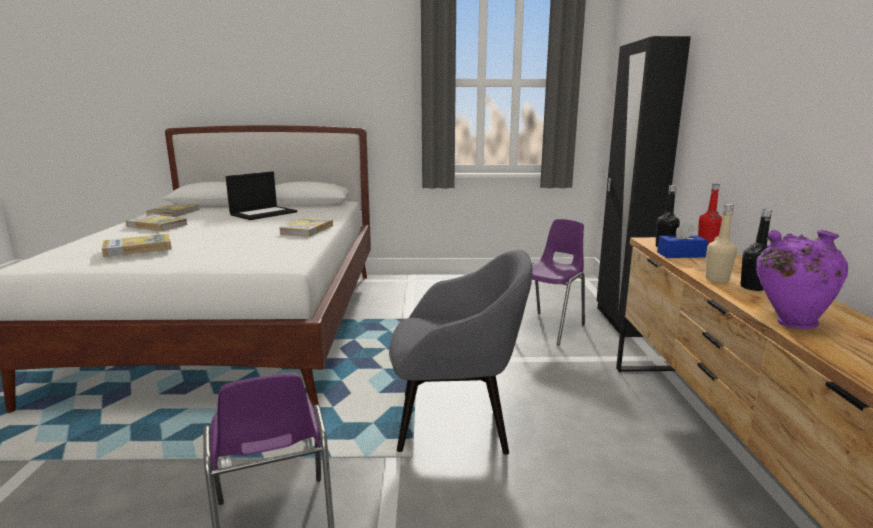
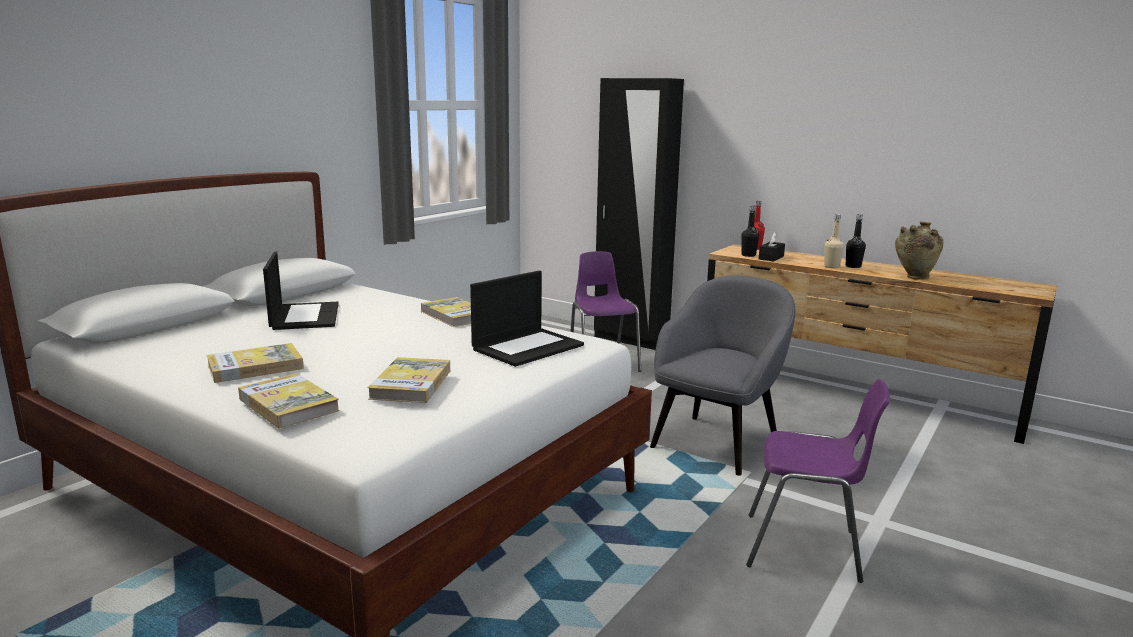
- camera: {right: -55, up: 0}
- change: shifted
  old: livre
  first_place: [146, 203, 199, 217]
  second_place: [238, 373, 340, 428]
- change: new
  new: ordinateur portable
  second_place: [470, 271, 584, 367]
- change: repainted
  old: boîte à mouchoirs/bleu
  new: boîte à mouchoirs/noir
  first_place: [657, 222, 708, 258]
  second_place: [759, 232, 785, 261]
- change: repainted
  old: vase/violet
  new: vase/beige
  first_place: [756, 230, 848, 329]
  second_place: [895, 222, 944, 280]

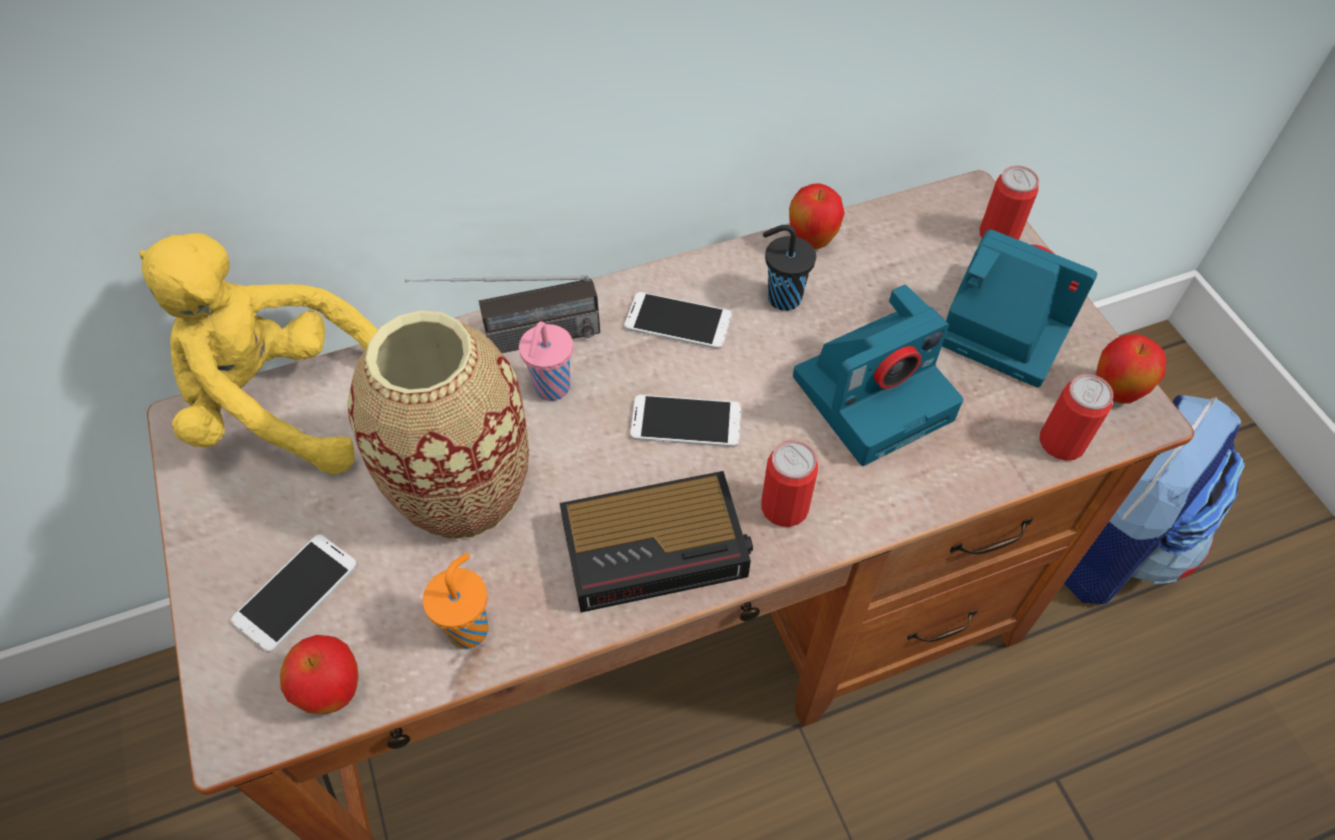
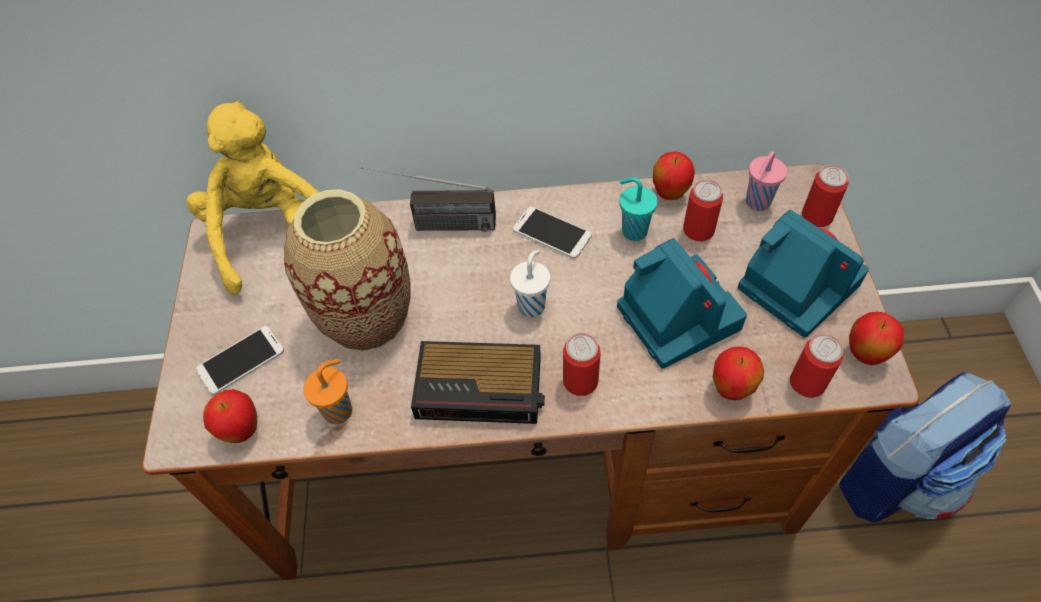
- camera: {right: 20, up: 0}
- change: rotated
  old: peluche/jaune
  first_place: [139, 233, 378, 475]
  second_place: [187, 101, 319, 295]
  degrees: 45
- change: swapped
  old: téléphone
  new: tasse/blanc
  first_place: [630, 395, 741, 447]
  second_place: [510, 250, 550, 317]
- change: rotated
  old: appareil photo
  first_place: [793, 285, 963, 466]
  second_place: [617, 238, 747, 369]
  degrees: -105
- change: repainted
  old: tasse/noir
  new: tasse/turquoise
  first_place: [763, 225, 816, 311]
  second_place: [619, 177, 658, 241]
- change: new
  new: boîte métallique
  second_place: [683, 179, 723, 241]
- change: new
  new: pomme
  second_place: [713, 347, 764, 400]
- change: shifted
  old: tasse/rose
  first_place: [519, 321, 573, 401]
  second_place: [746, 151, 787, 211]

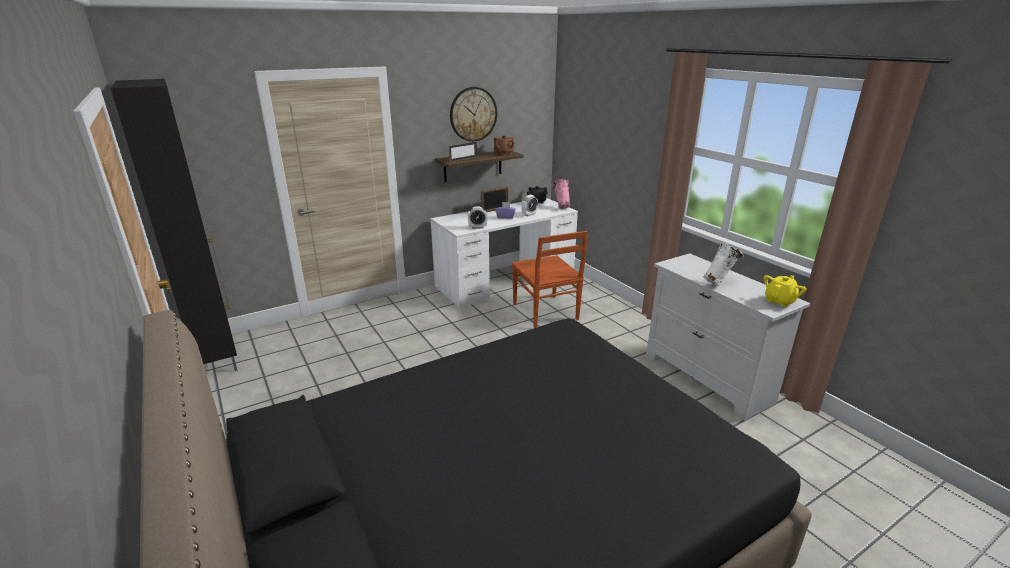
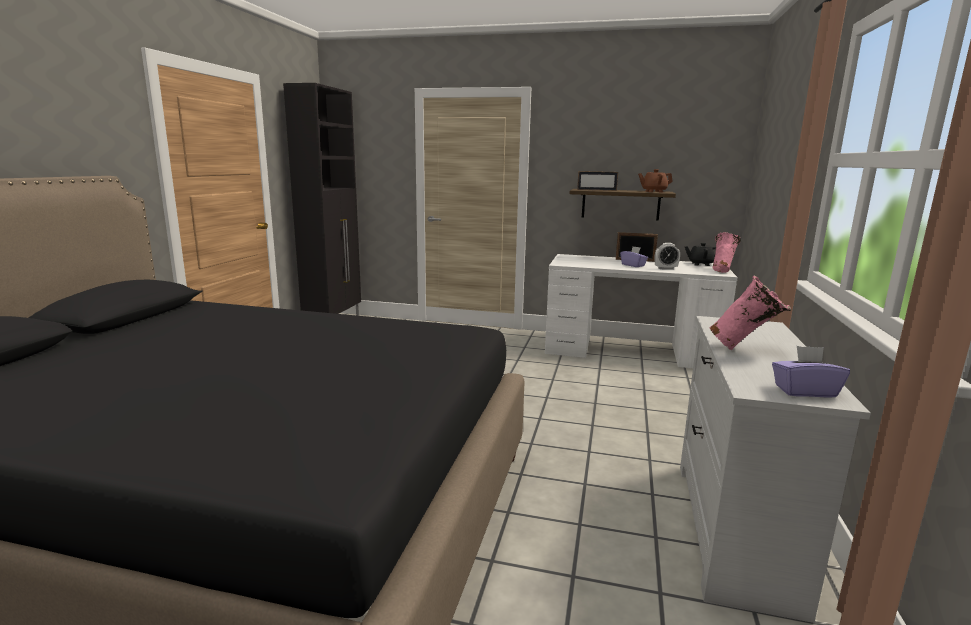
- camera: {right: 45, up: -10}
- change: repainted
  old: vase/blanc
  new: vase/rose
  first_place: [703, 242, 744, 286]
  second_place: [709, 275, 791, 350]
- change: swapped
  old: théière/jaune
  new: boîte à mouchoirs/violet
  first_place: [764, 275, 807, 307]
  second_place: [772, 346, 850, 398]
- change: gone
  old: horloge murale
  first_place: [450, 87, 497, 142]
- change: gone
  old: réveil
  first_place: [468, 206, 487, 229]
- change: gone
  old: chaise/marron
  first_place: [512, 231, 588, 328]

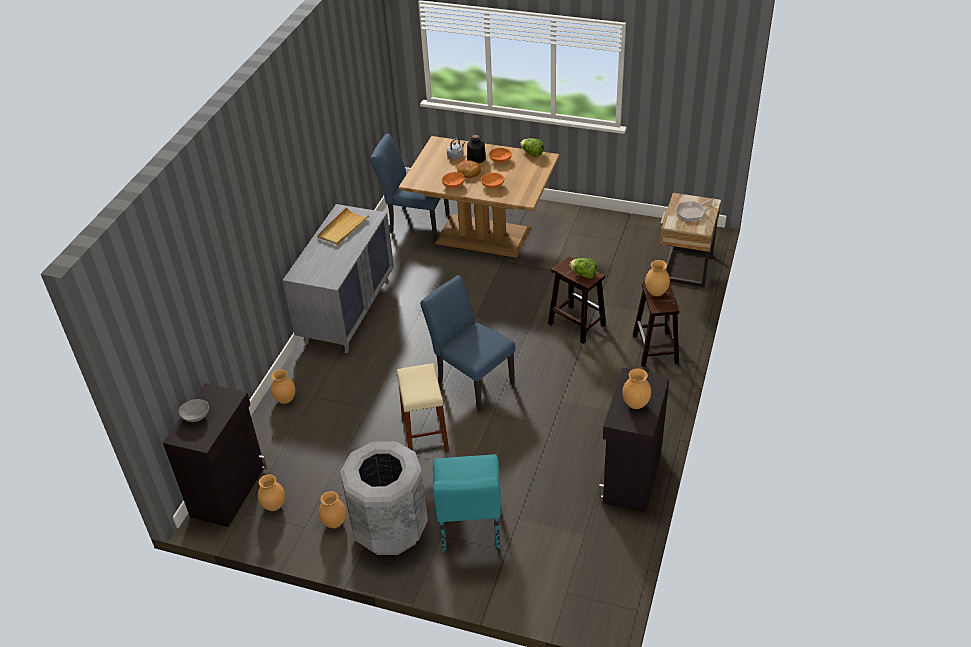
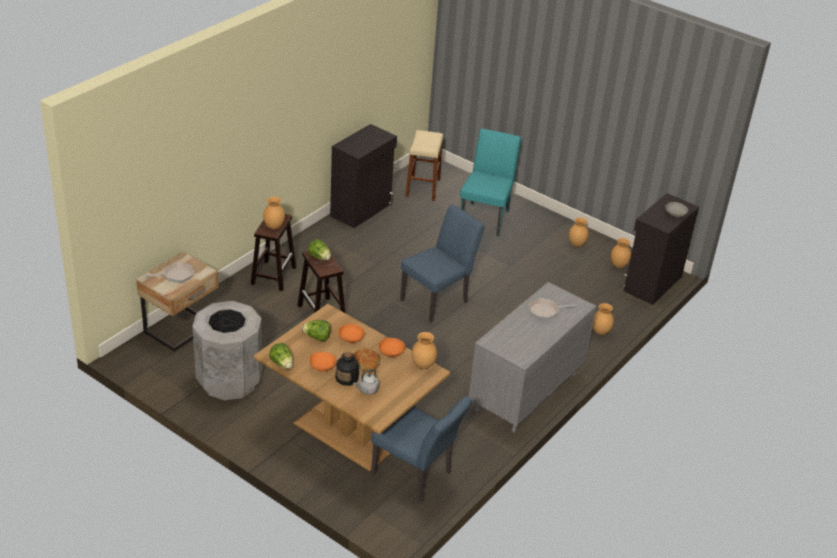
- camera: {right: -165, up: -5}
- change: shifted
  old: poubelle/gris
  first_place: [340, 441, 428, 555]
  second_place: [192, 301, 262, 400]
- change: new
  new: laitue
  second_place: [302, 320, 331, 341]
- change: rotated
  old: chaise/bleu
  first_place: [420, 275, 516, 412]
  second_place: [400, 204, 485, 323]
  degrees: -105
- change: shifted
  old: tabouret/beige
  first_place: [397, 363, 449, 453]
  second_place: [405, 130, 443, 201]
- change: shifted
  old: vase/marron
  first_place: [622, 368, 651, 409]
  second_place: [412, 332, 437, 369]
- change: new
  new: poêle
  second_place: [528, 298, 576, 320]
- change: gone
  old: plateau/beige
  first_place: [317, 207, 369, 245]

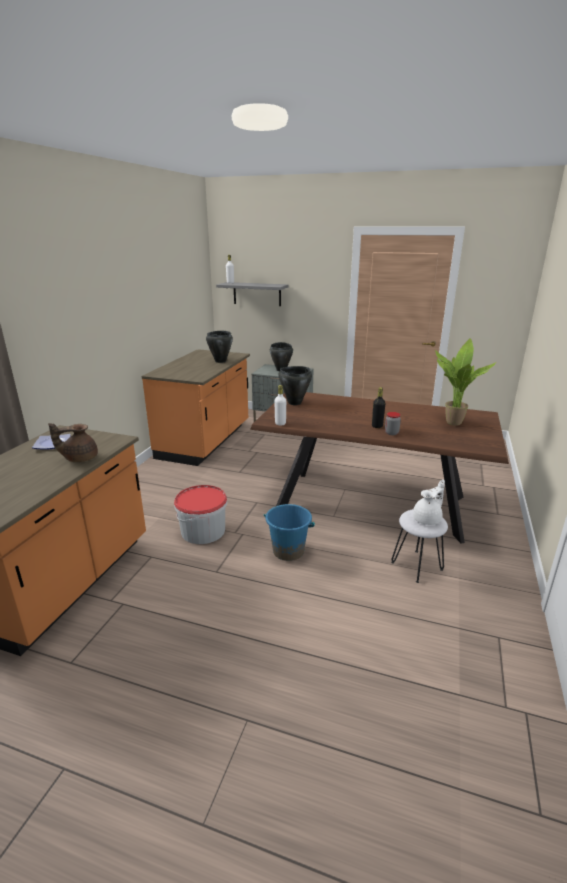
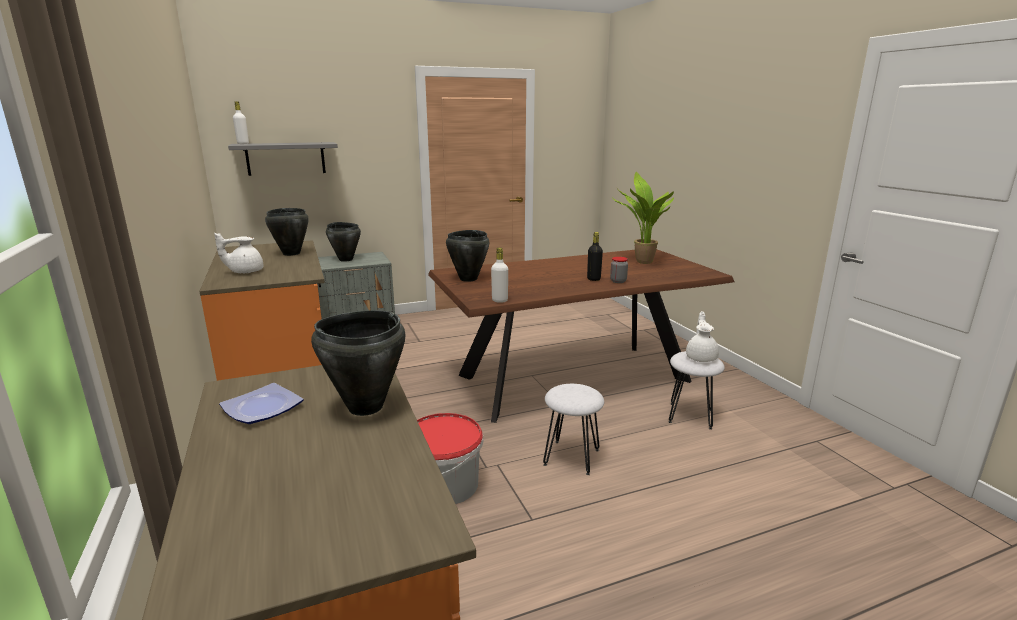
- camera: {right: -40, up: -5}
- change: new
  new: théière/blanc
  second_place: [214, 233, 263, 273]
- change: swapped
  old: théière/marron
  new: marmite/noir
  first_place: [48, 423, 98, 462]
  second_place: [311, 310, 405, 416]
- change: swapped
  old: seau/bleu
  new: tabouret/blanc
  first_place: [264, 504, 315, 561]
  second_place: [543, 384, 604, 475]

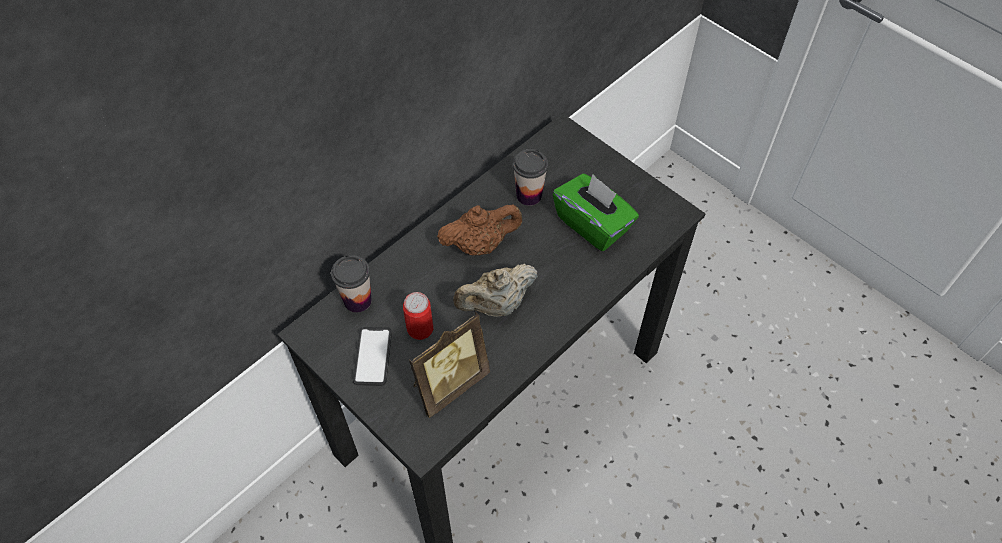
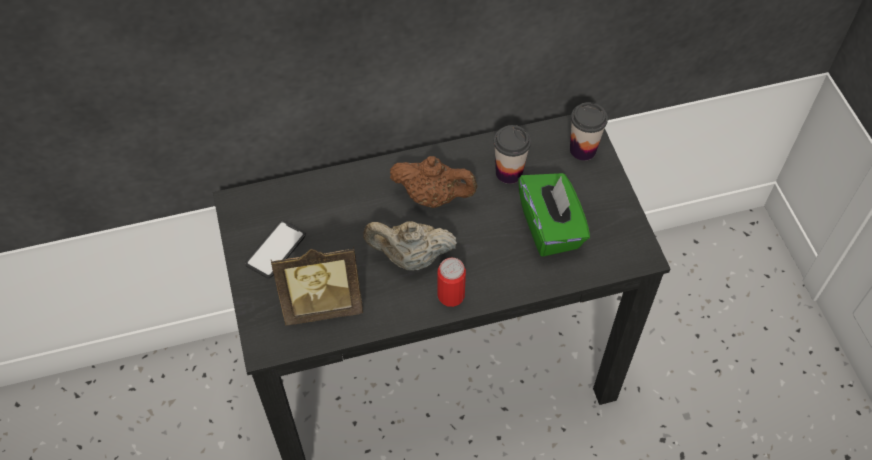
- camera: {right: 30, up: 0}
- change: shifted
  old: boîte métallique
  first_place: [403, 292, 433, 340]
  second_place: [437, 258, 466, 307]
- change: shifted
  old: tasse
  first_place: [331, 255, 372, 312]
  second_place: [570, 102, 608, 161]

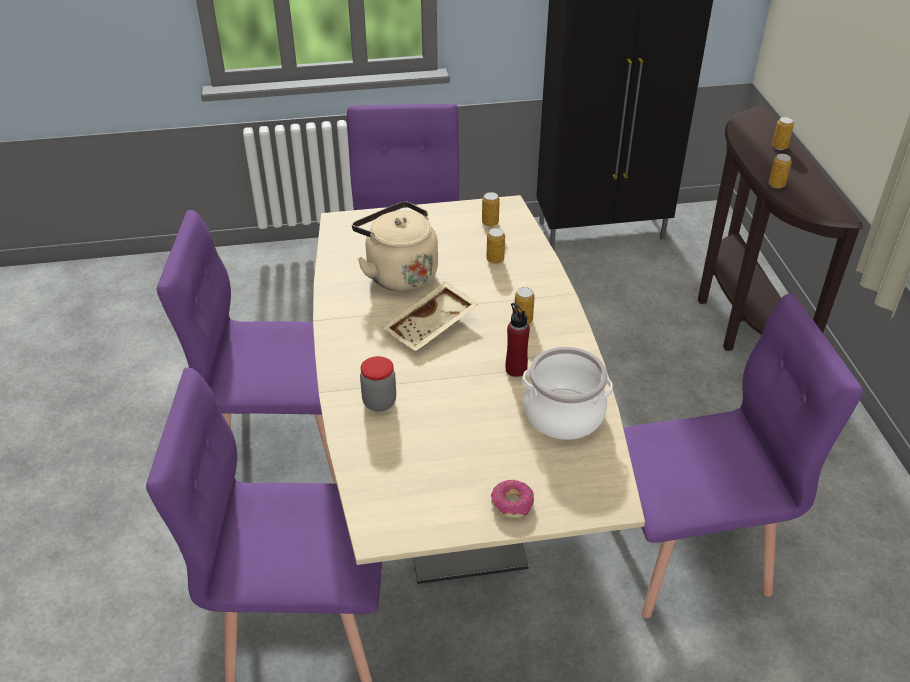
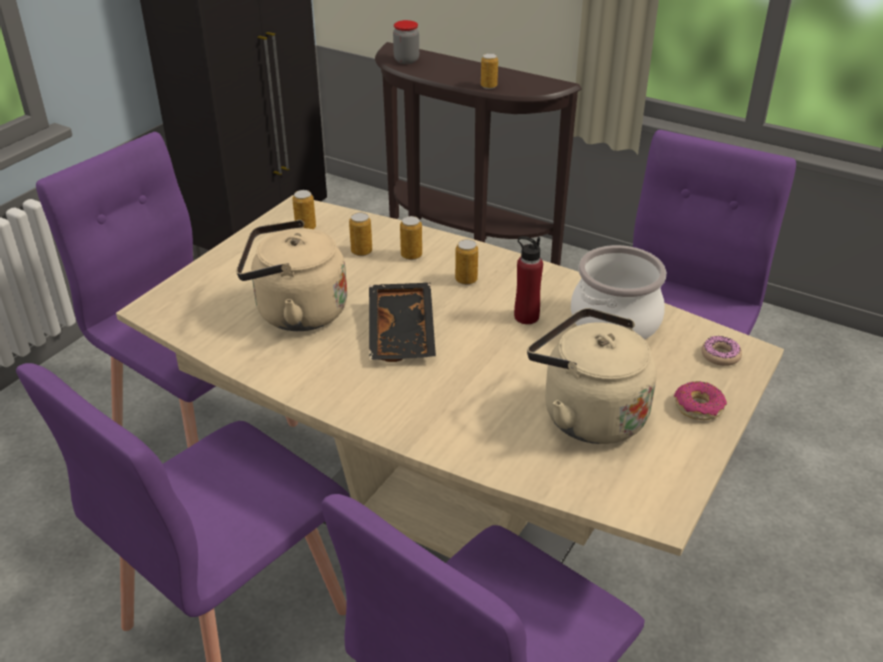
- camera: {right: -50, up: -5}
- change: repainted
  old: plateau/beige
  new: plateau/noir
  first_place: [382, 282, 479, 351]
  second_place: [369, 283, 436, 362]
- change: shifted
  old: bocal
  first_place: [360, 356, 396, 412]
  second_place: [393, 20, 419, 64]
- change: shifted
  old: boîte métallique
  first_place: [772, 117, 794, 150]
  second_place: [400, 216, 422, 260]
- change: new
  new: bouilloire/beige
  second_place: [527, 308, 657, 444]
- change: new
  new: beignet
  second_place: [701, 336, 742, 366]

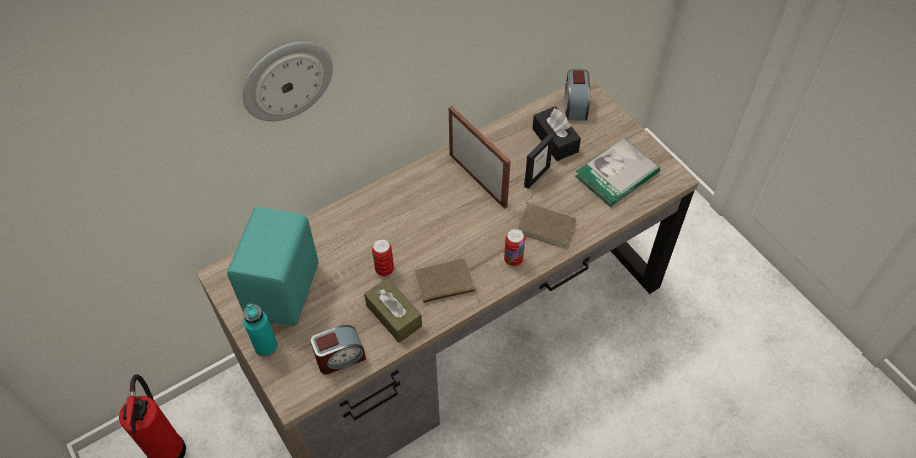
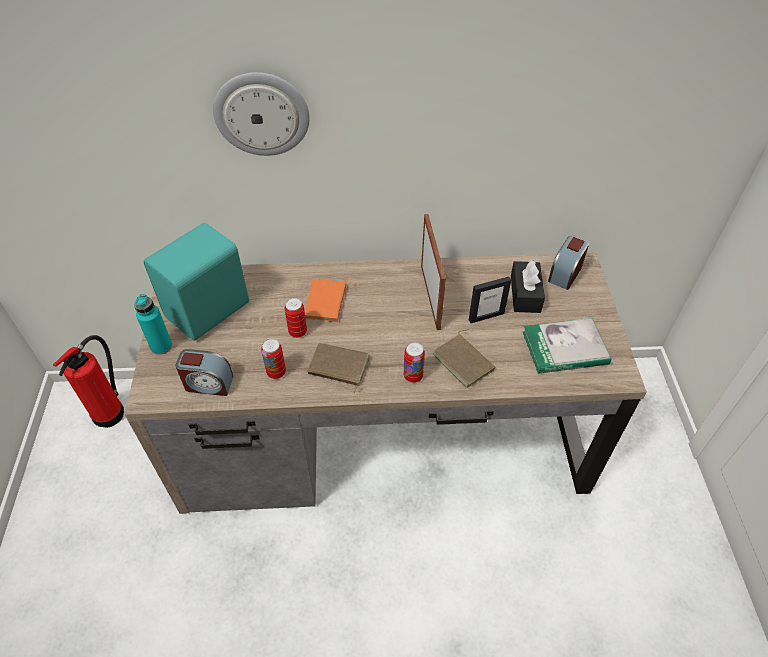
- camera: {right: 30, up: -5}
- change: swapped
  old: boîte à mouchoirs/marron
  new: boîte métallique
  first_place: [364, 278, 422, 343]
  second_place: [261, 338, 286, 379]
- change: new
  new: livre/orange
  second_place: [305, 279, 357, 322]

